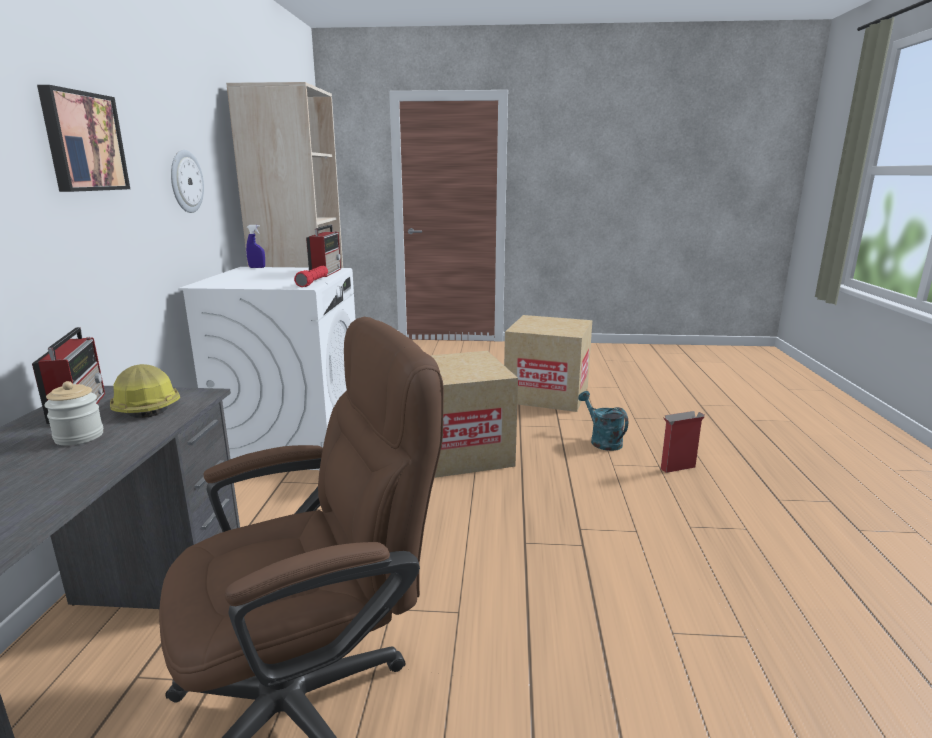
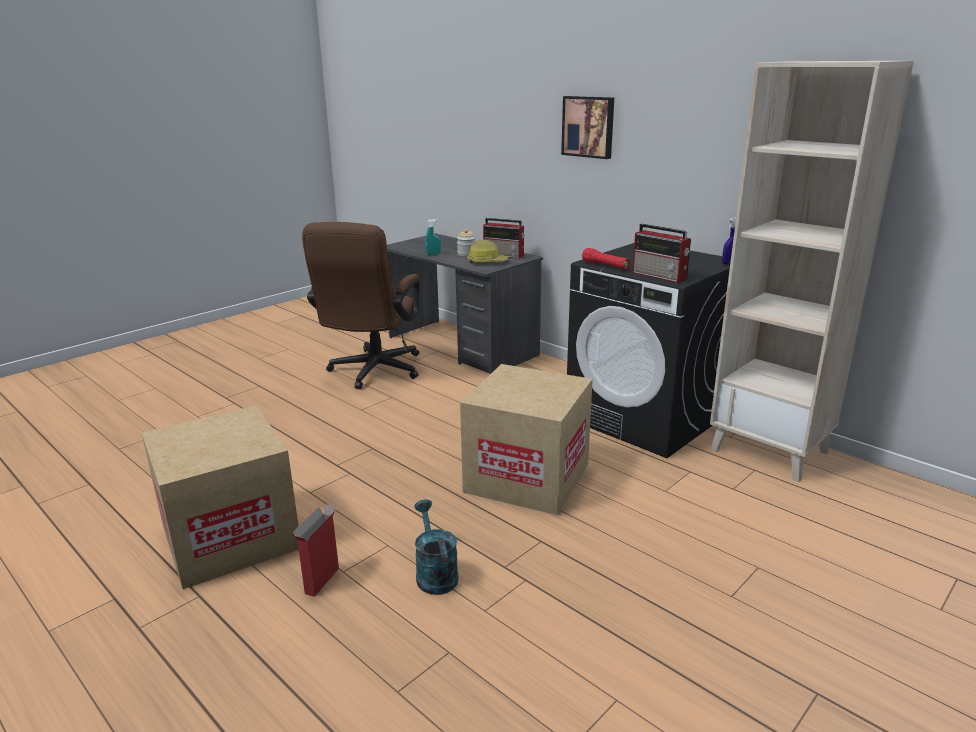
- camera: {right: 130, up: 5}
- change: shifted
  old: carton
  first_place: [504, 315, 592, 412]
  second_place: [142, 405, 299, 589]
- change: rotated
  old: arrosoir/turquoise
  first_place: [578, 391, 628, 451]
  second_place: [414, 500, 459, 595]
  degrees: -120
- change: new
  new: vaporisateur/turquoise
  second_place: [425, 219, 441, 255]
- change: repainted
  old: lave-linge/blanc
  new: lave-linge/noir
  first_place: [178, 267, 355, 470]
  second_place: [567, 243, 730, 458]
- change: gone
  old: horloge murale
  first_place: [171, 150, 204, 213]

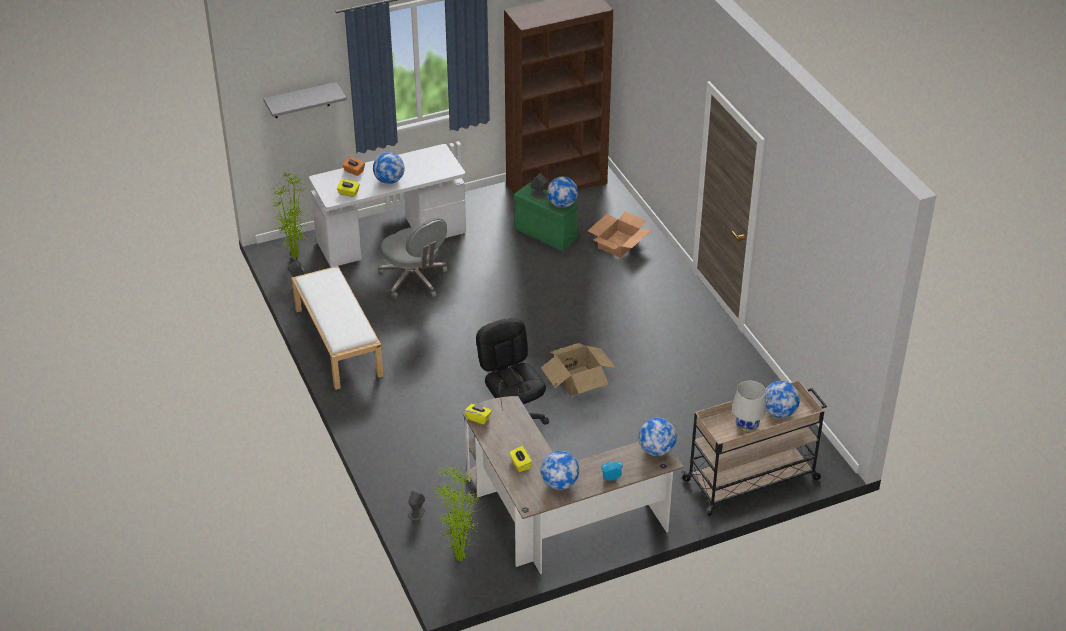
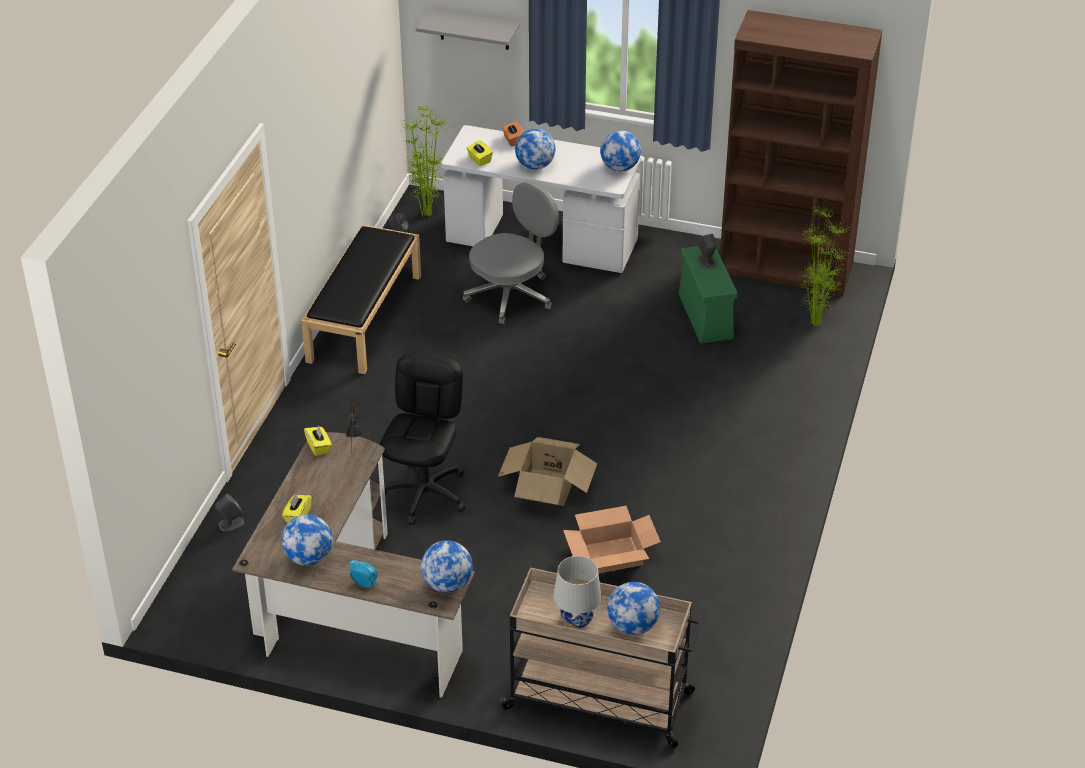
- camera: {right: 40, up: 0}
- change: repainted
  old: banc/blanc
  new: banc/noir
  first_place: [292, 266, 384, 390]
  second_place: [302, 225, 421, 374]
- change: rotated
  old: chaise de bureau/gris
  first_place: [378, 217, 447, 299]
  second_place: [463, 182, 559, 324]
  degrees: -135
- change: shifted
  old: carton
  first_place: [588, 212, 651, 258]
  second_place: [563, 506, 661, 573]
- change: shifted
  old: globe
  first_place: [547, 177, 578, 208]
  second_place: [600, 130, 641, 171]
- change: shifted
  old: plante en pot
  first_place: [434, 466, 480, 561]
  second_place: [800, 205, 850, 326]

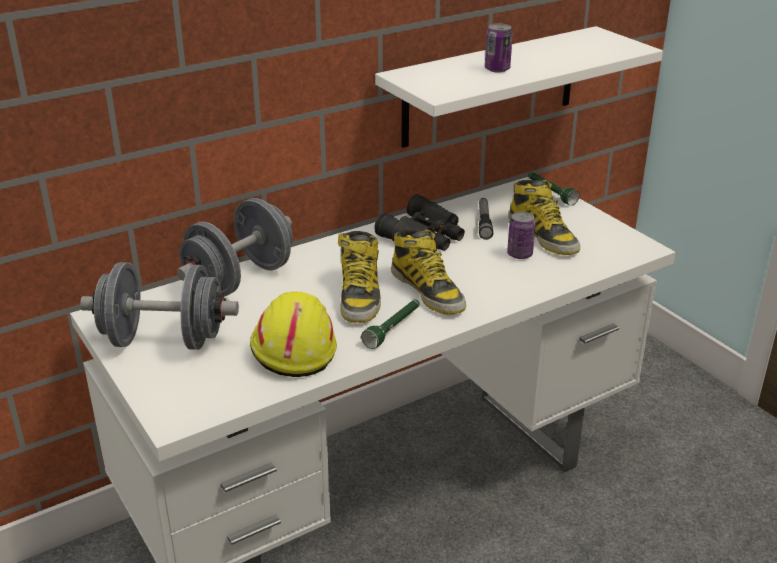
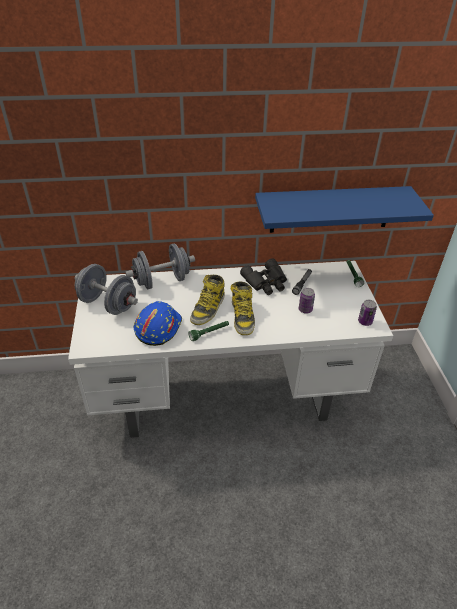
- camera: {right: 25, up: 10}
- change: repainted
  old: casque de chantier/jaune
  new: casque de chantier/bleu
  first_place: [250, 292, 337, 377]
  second_place: [134, 301, 182, 346]
- change: repainted
  old: étagère/blanc
  new: étagère/bleu
  first_place: [375, 26, 663, 148]
  second_place: [255, 186, 434, 233]
- change: shifted
  old: boîte métallique
  first_place: [485, 24, 513, 73]
  second_place: [358, 300, 377, 326]
- change: gone
  old: botte
  first_place: [508, 180, 580, 255]

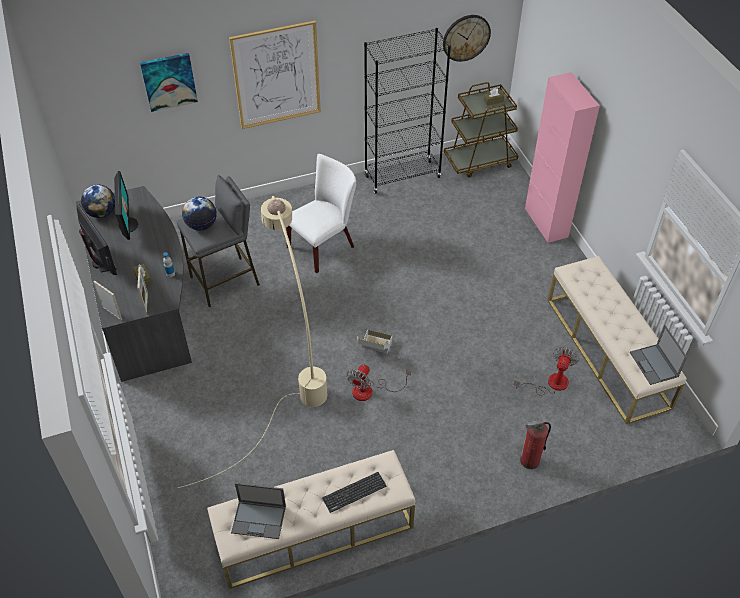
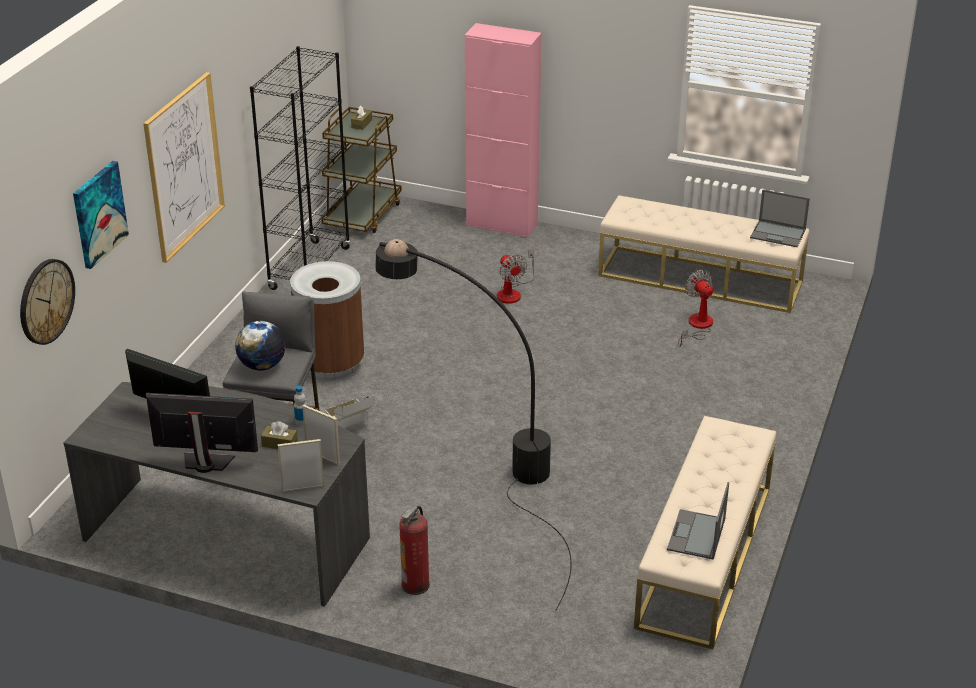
- camera: {right: -50, up: -15}
- change: shifted
  old: horloge murale
  first_place: [443, 15, 491, 62]
  second_place: [20, 259, 75, 345]
- change: swapped
  old: chaise/blanc
  new: poubelle/marron
  first_place: [286, 154, 356, 273]
  second_place: [290, 261, 364, 380]
- change: shifted
  old: carton
  first_place: [357, 329, 392, 354]
  second_place: [325, 394, 375, 428]
- change: repainted
  old: lampadaire/beige
  new: lampadaire/noir
  first_place: [178, 196, 327, 488]
  second_place: [376, 239, 572, 611]
- change: shifted
  old: extincteur
  first_place: [520, 419, 551, 469]
  second_place: [399, 505, 430, 595]
- change: shifted
  old: ventilateur
  first_place: [347, 364, 411, 401]
  second_place: [497, 249, 535, 304]
- change: rotated
  old: ordinateur portable
  first_place: [231, 483, 286, 539]
  second_place: [667, 482, 729, 560]
  degrees: 150
- change: gone
  old: globe
  first_place: [81, 185, 115, 218]
- change: gone
  old: clavier
  first_place: [322, 472, 386, 513]

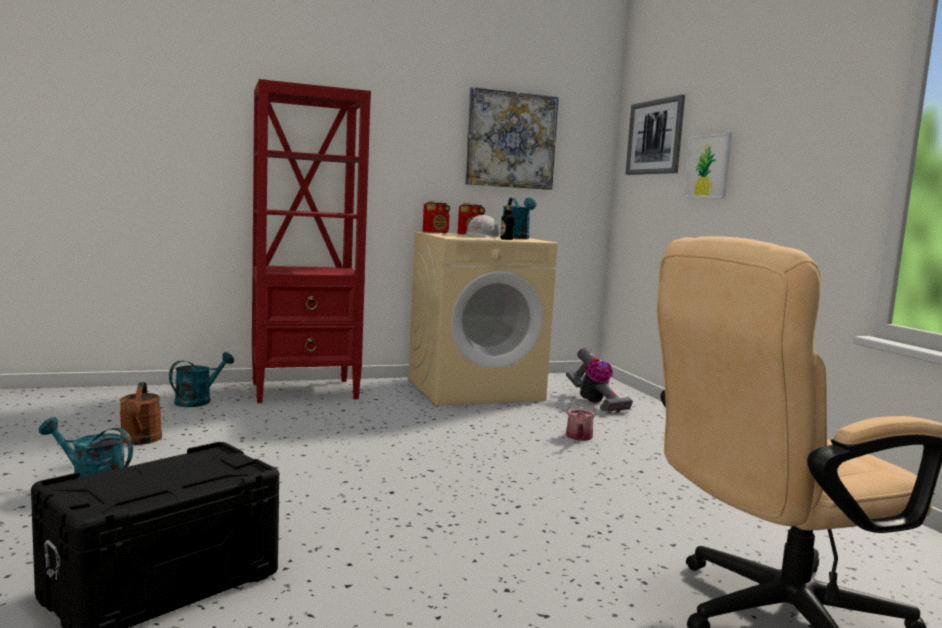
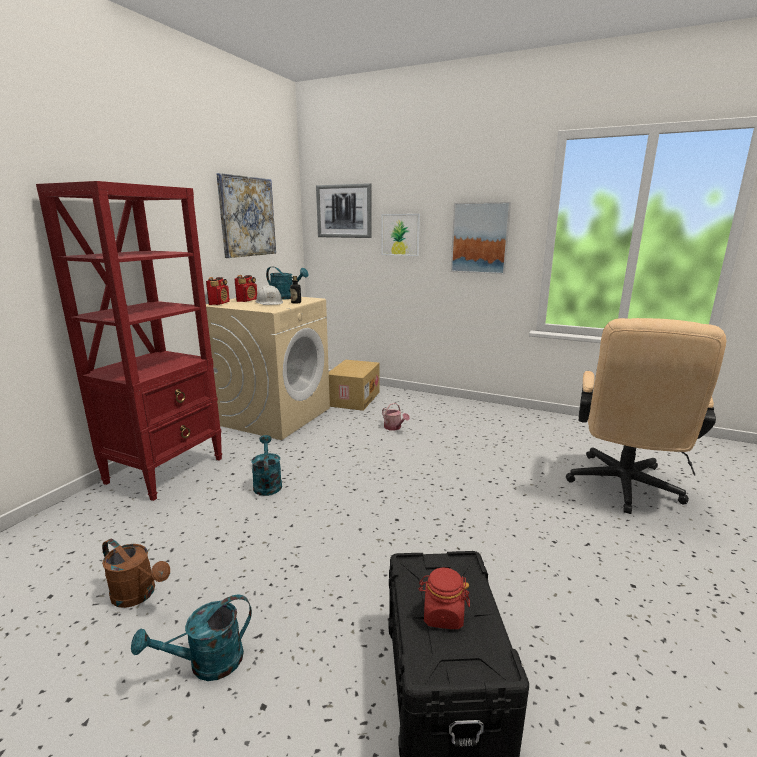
- camera: {right: -45, up: 10}
- change: shifted
  old: arrosoir/turquoise
  first_place: [169, 352, 234, 407]
  second_place: [251, 435, 282, 496]
- change: swapped
  old: aspirateur
  new: carton
  first_place: [566, 347, 633, 412]
  second_place: [329, 360, 379, 411]
- change: new
  new: bocal/rouge
  second_place: [419, 568, 470, 629]
- change: new
  new: tableau
  second_place: [451, 202, 511, 274]

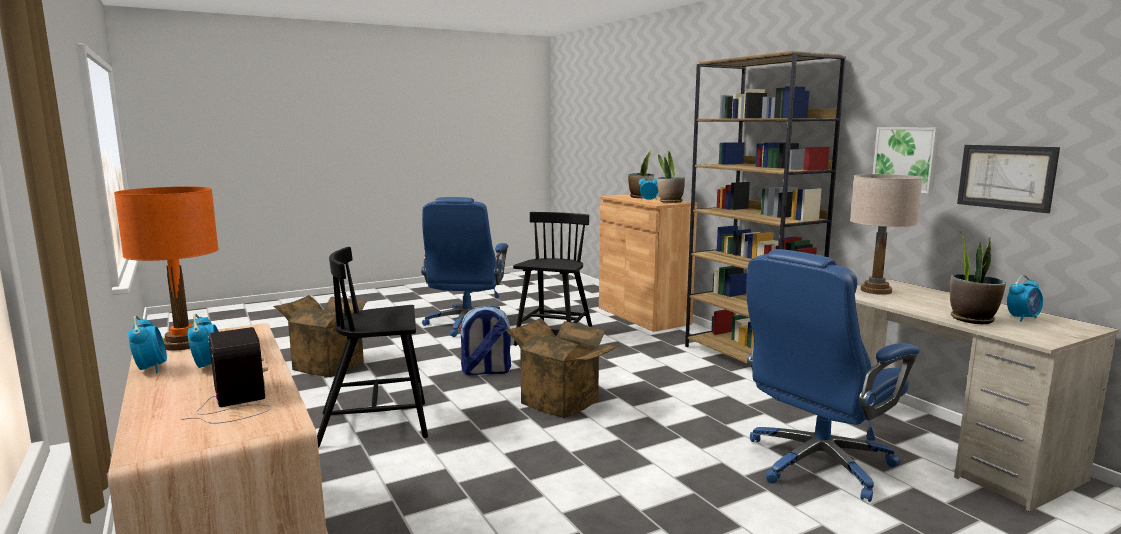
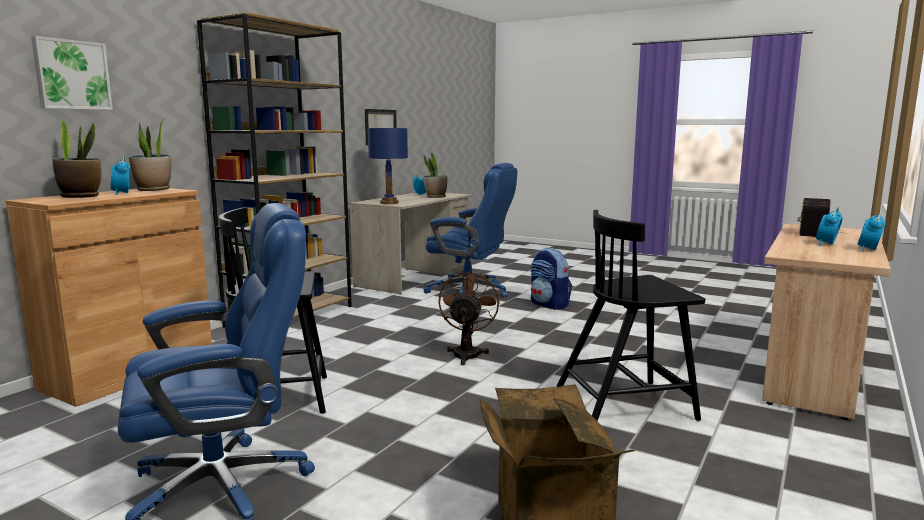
- camera: {right: -120, up: 0}
- change: shifted
  old: tableau
  first_place: [873, 127, 941, 194]
  second_place: [31, 36, 113, 110]
- change: repainted
  old: lampe de table/beige
  new: lampe de table/bleu
  first_place: [850, 174, 923, 295]
  second_place: [368, 128, 408, 204]
- change: swapped
  old: carton
  new: ventilateur/marron
  first_place: [505, 318, 620, 418]
  second_place: [438, 271, 500, 365]
- change: shifted
  old: sac à dos
  first_place: [459, 306, 511, 376]
  second_place: [530, 248, 572, 310]
- change: rotated
  old: chaise/noir
  first_place: [317, 247, 428, 448]
  second_place: [556, 210, 705, 421]
  degrees: 120
- change: gone
  old: lampe de table/orange
  first_place: [114, 186, 219, 351]

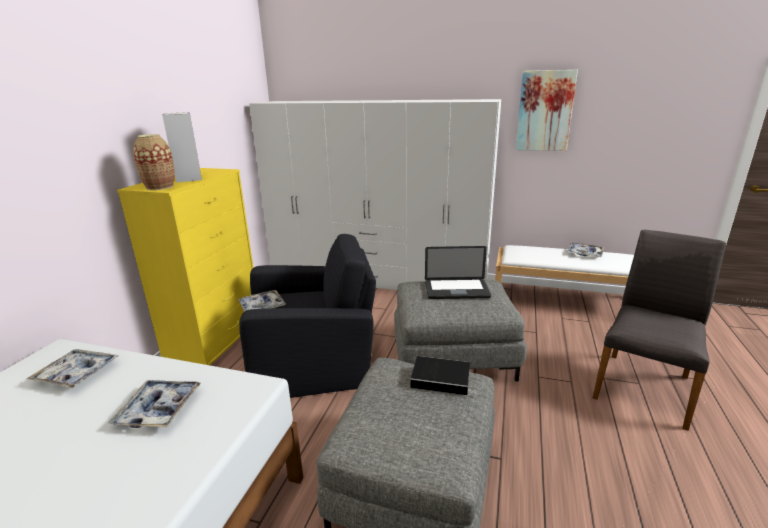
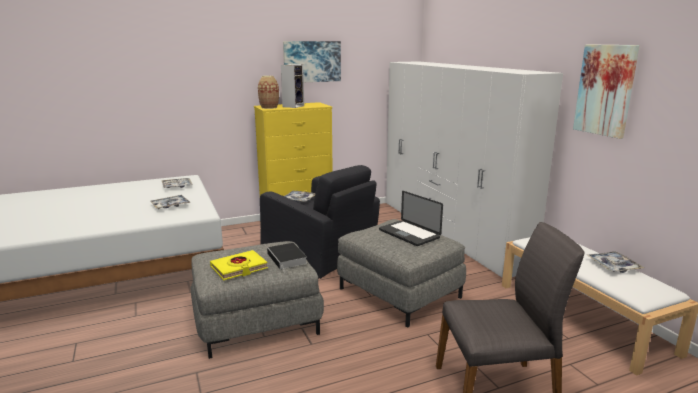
- camera: {right: 50, up: -5}
- change: new
  new: livre/jaune
  second_place: [210, 250, 268, 280]
- change: new
  new: tableau
  second_place: [283, 41, 341, 82]

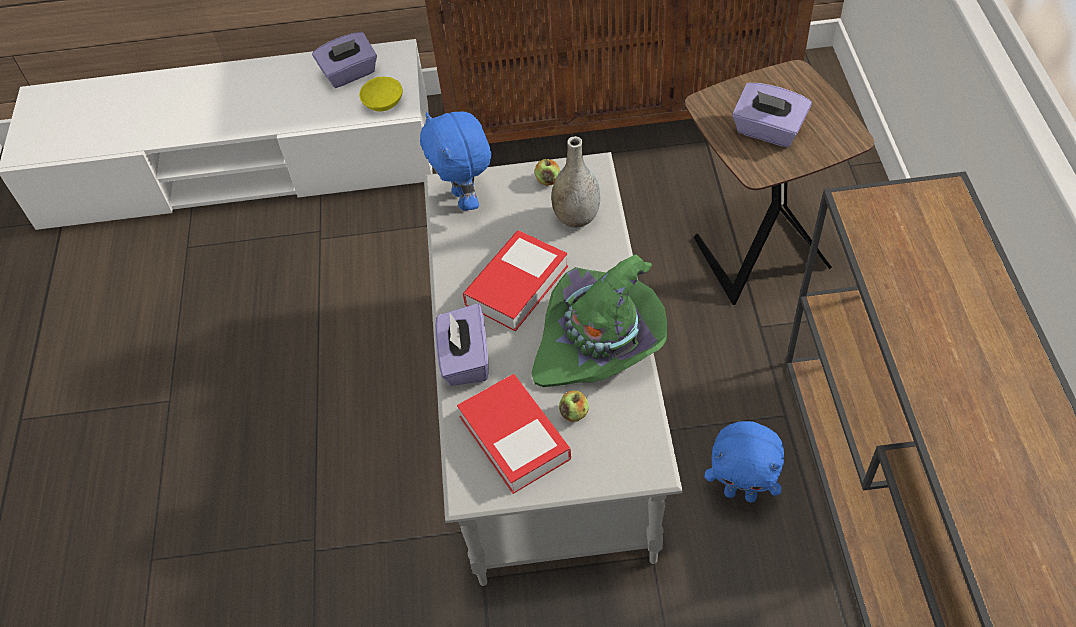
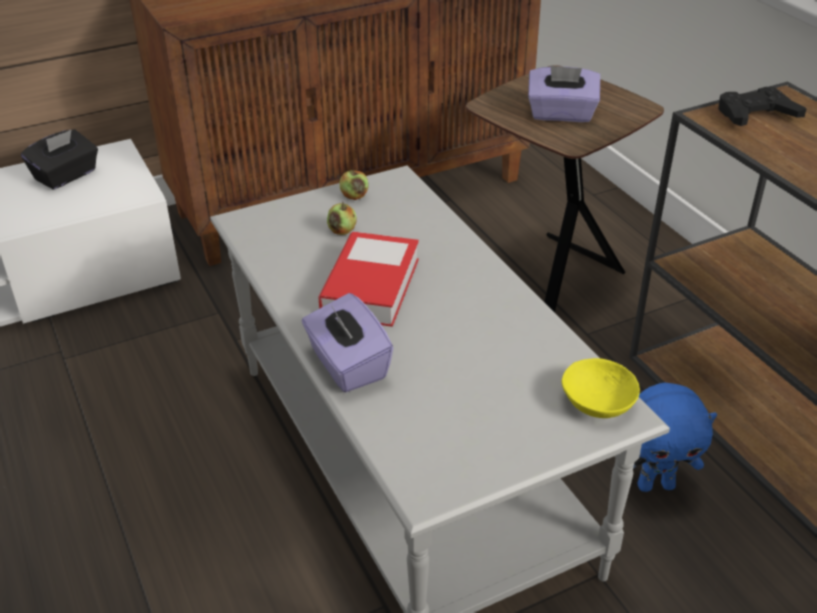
- camera: {right: -25, up: -15}
- change: repainted
  old: boîte à mouchoirs/violet
  new: boîte à mouchoirs/noir
  first_place: [312, 32, 377, 88]
  second_place: [21, 129, 98, 190]
- change: shifted
  old: pomme
  first_place: [559, 390, 589, 422]
  second_place: [327, 202, 357, 235]
- change: shifted
  old: bol/jaune
  first_place: [359, 77, 403, 111]
  second_place: [561, 358, 640, 418]
- change: new
  new: manette/noir
  second_place: [718, 87, 806, 126]
- change: gone
  old: peluche/bleu
  first_place: [420, 112, 491, 211]
- change: gone
  old: livre
  first_place: [457, 374, 571, 494]
- change: gone
  old: chapeau/vert
  first_place: [531, 254, 667, 387]
- change: gone
  old: vase/gris
  first_place: [551, 136, 600, 228]

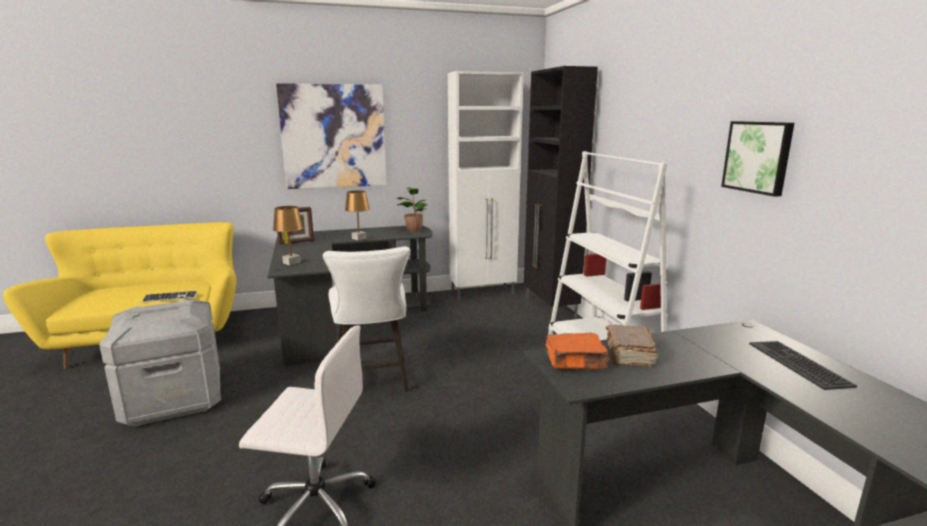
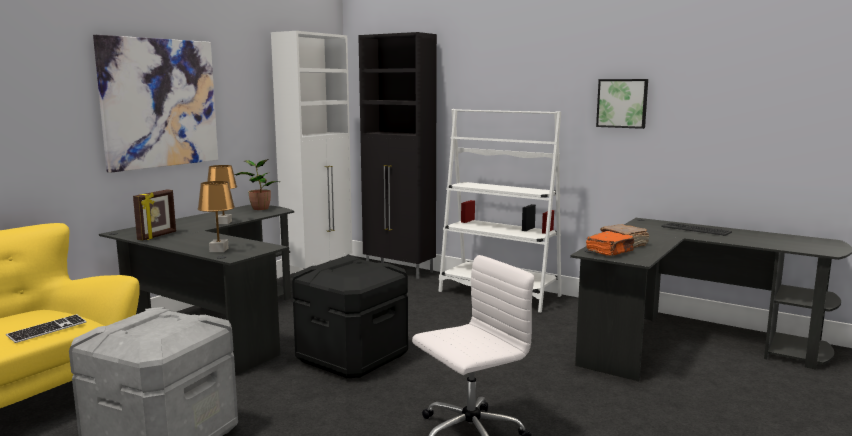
- camera: {right: -40, up: -5}
- change: swapped
  old: tabouret/blanc
  new: boîte de rangement/noir
  first_place: [323, 246, 411, 392]
  second_place: [292, 256, 408, 378]

